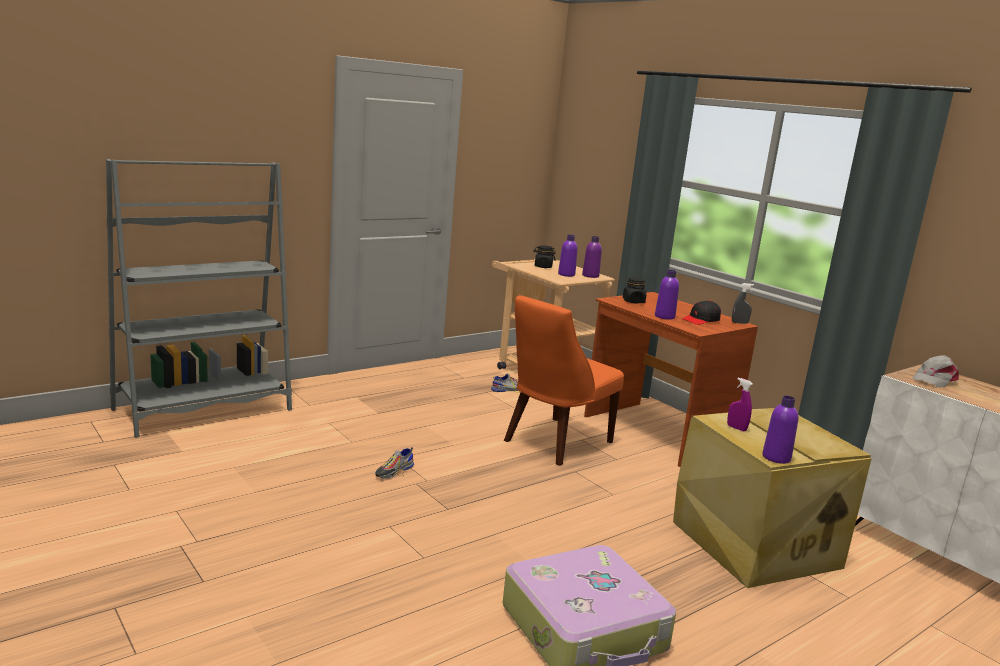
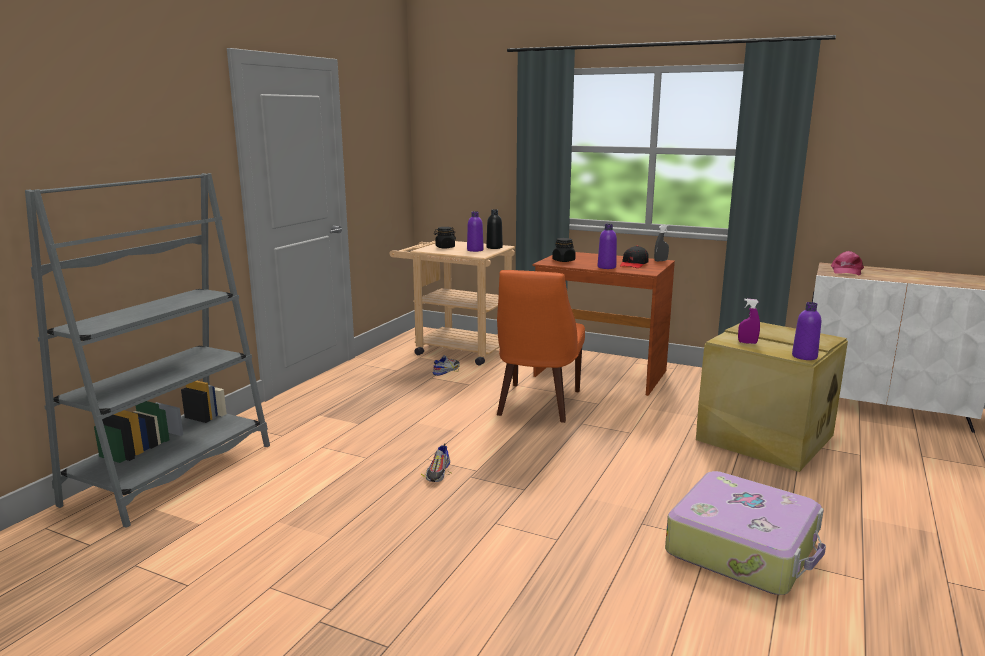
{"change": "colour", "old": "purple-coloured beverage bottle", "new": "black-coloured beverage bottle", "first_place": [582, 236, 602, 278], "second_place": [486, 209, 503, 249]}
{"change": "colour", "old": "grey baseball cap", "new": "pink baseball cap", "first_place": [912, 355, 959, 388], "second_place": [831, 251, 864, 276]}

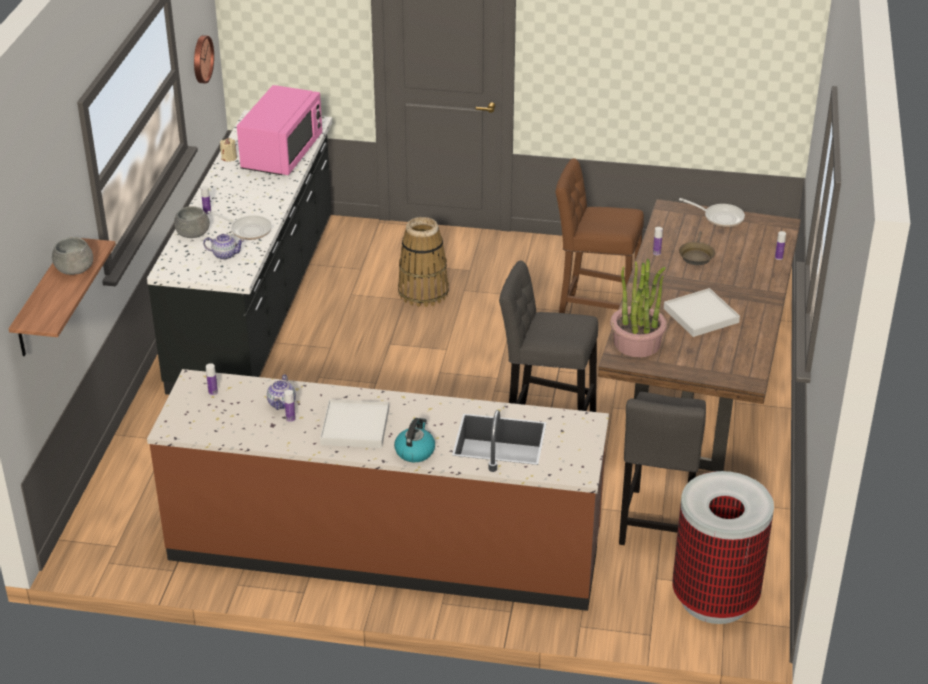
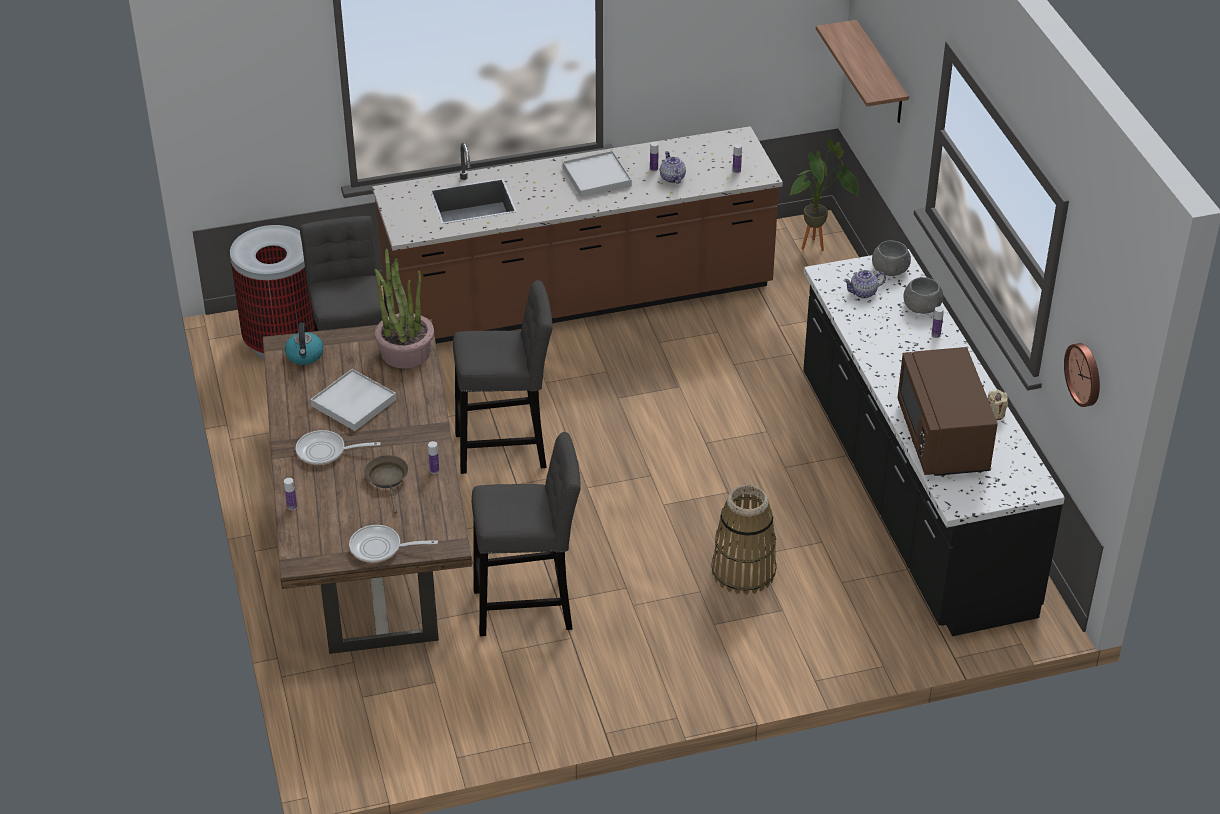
{"change": "relocated", "old": "grey bowl", "first_place": [52, 237, 93, 275], "second_place": [872, 240, 911, 276]}
{"change": "relocated", "old": "pan", "first_place": [207, 211, 272, 240], "second_place": [296, 430, 380, 465]}
{"change": "colour", "old": "pink microwave oven", "new": "brown-coloured microwave oven", "first_place": [237, 85, 322, 175], "second_place": [897, 347, 998, 476]}
{"change": "relocated", "old": "kettle", "first_place": [394, 418, 435, 462], "second_place": [285, 323, 324, 365]}
{"change": "colour", "old": "brown-coloured stool seat", "new": "grey stool seat", "first_place": [556, 158, 644, 313], "second_place": [472, 432, 581, 636]}
{"change": "appeared", "new": "potted plant", "second_place": [790, 139, 859, 251]}

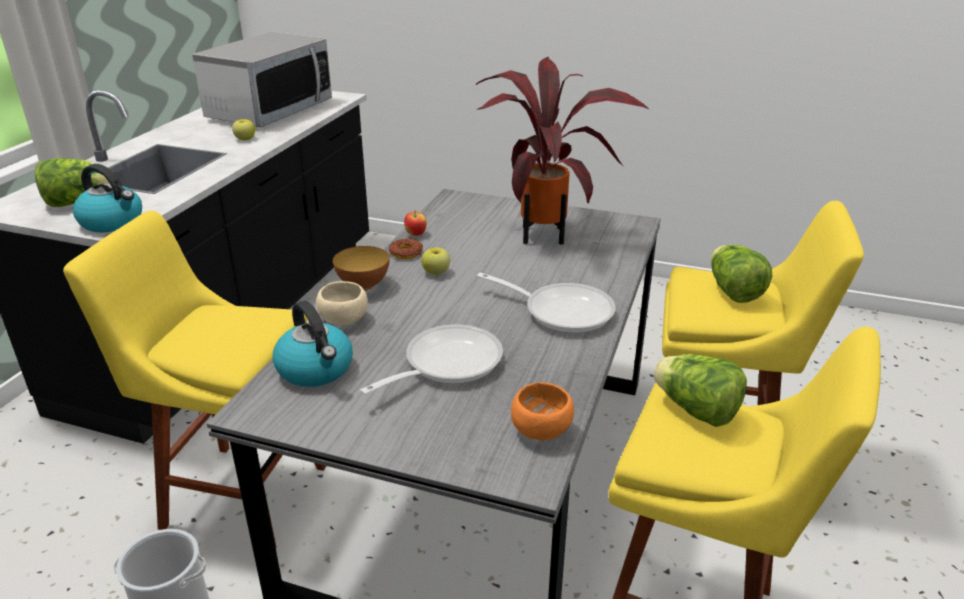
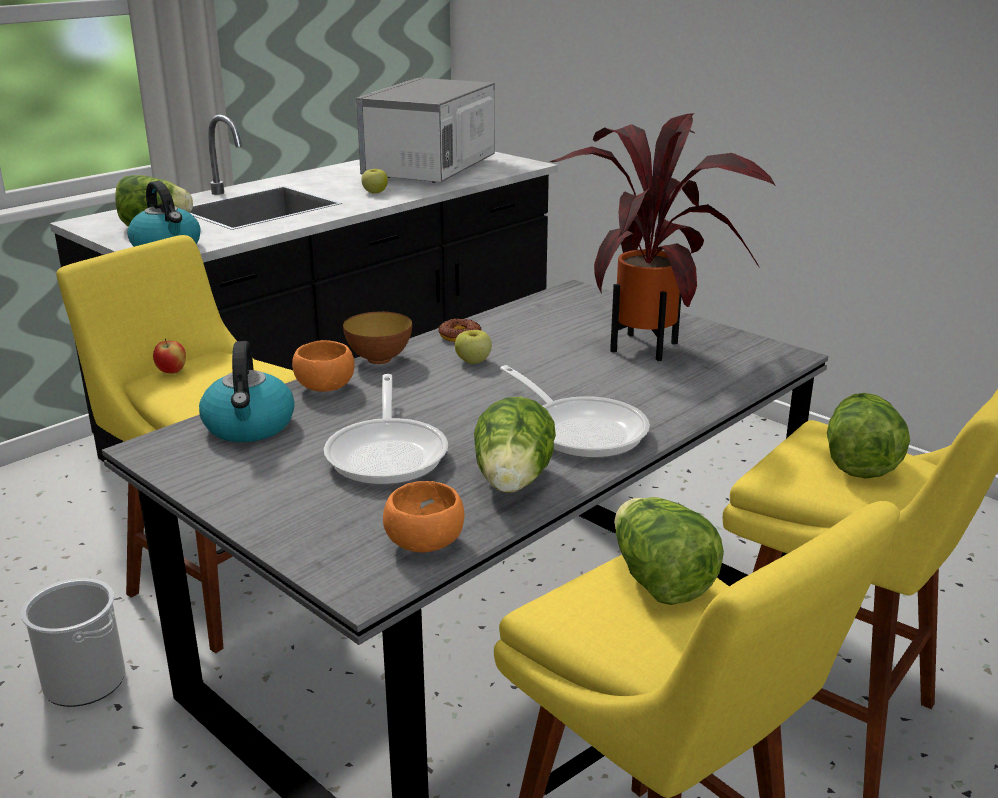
{"change": "spun", "old": "microwave oven", "first_place": [192, 32, 332, 127], "second_place": [356, 78, 495, 183], "degrees": 150}
{"change": "colour", "old": "beige bowl", "new": "orange-coloured bowl", "first_place": [316, 281, 368, 325], "second_place": [292, 340, 355, 392]}
{"change": "spun", "old": "pan", "first_place": [360, 324, 503, 395], "second_place": [324, 374, 448, 485], "degrees": 105}
{"change": "relocated", "old": "apple fruit", "first_place": [404, 210, 427, 236], "second_place": [153, 338, 186, 374]}
{"change": "appeared", "new": "lettuce head", "second_place": [474, 397, 556, 493]}

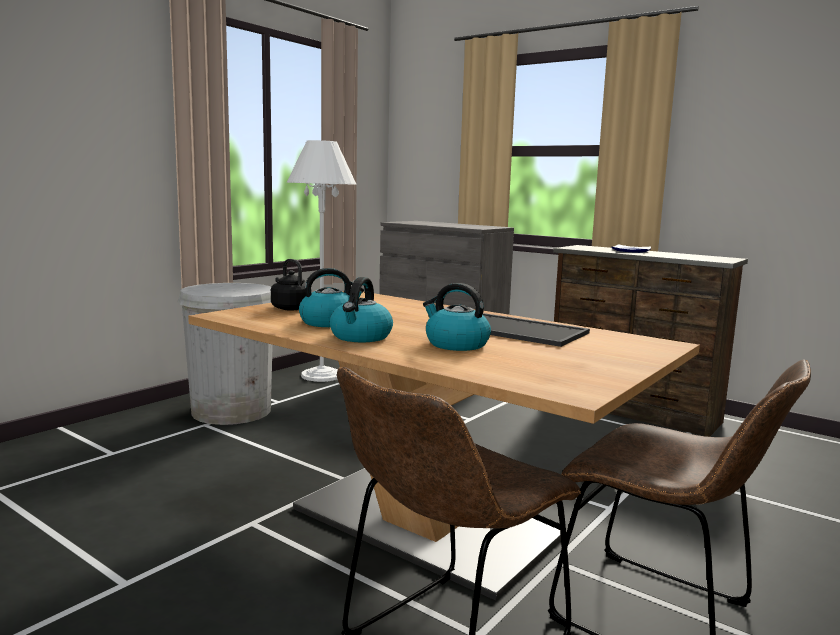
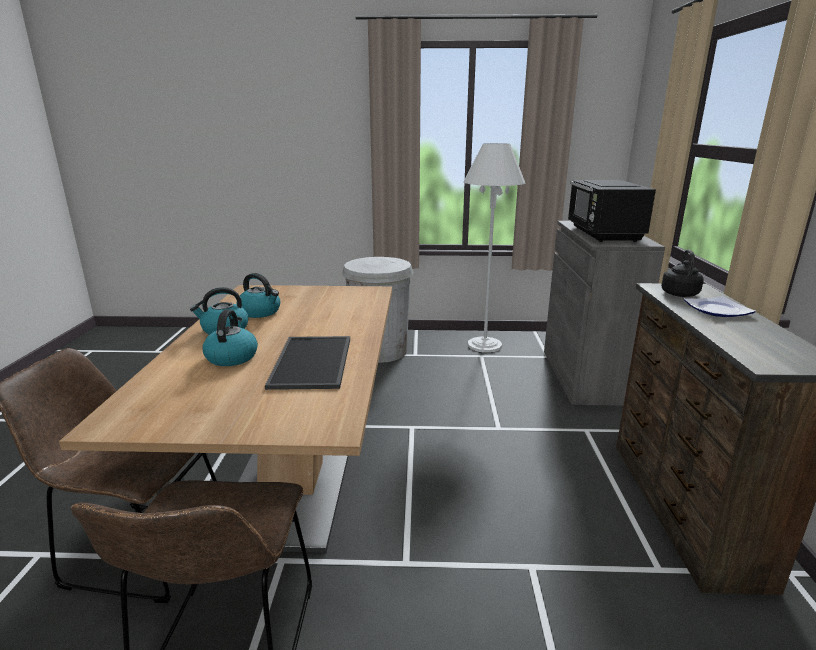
{"change": "relocated", "old": "black-coloured kettle", "first_place": [271, 259, 306, 311], "second_place": [661, 249, 704, 297]}
{"change": "appeared", "new": "black-coloured microwave oven", "second_place": [568, 180, 656, 242]}

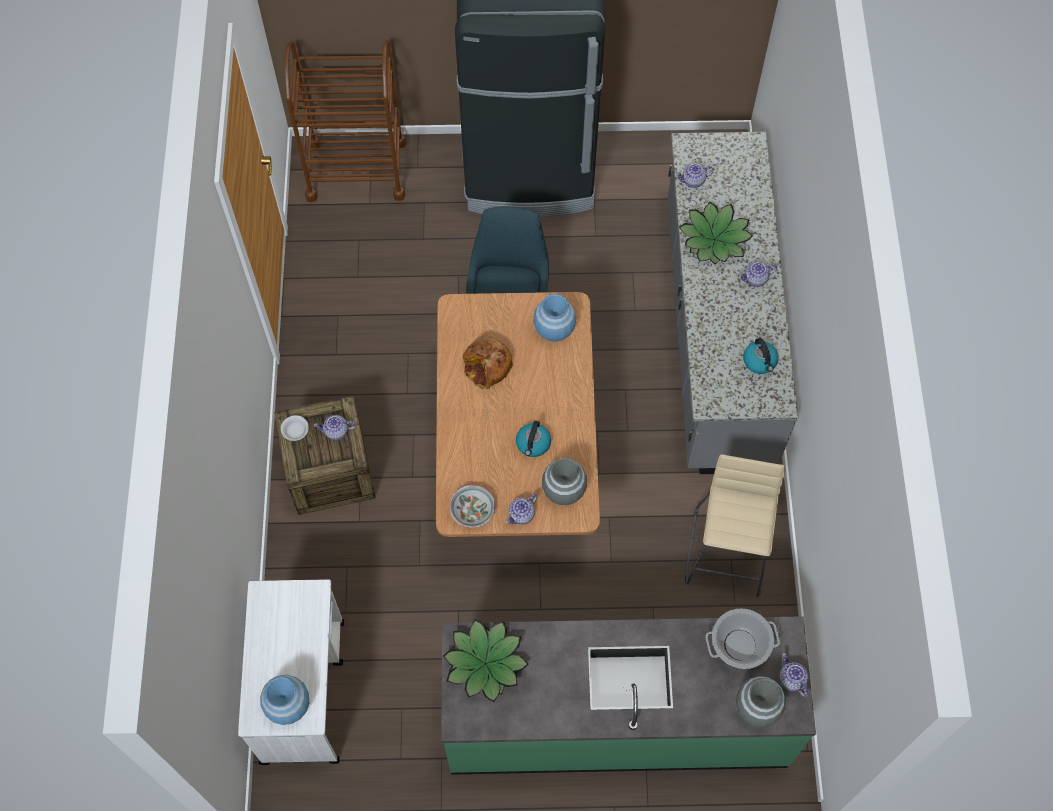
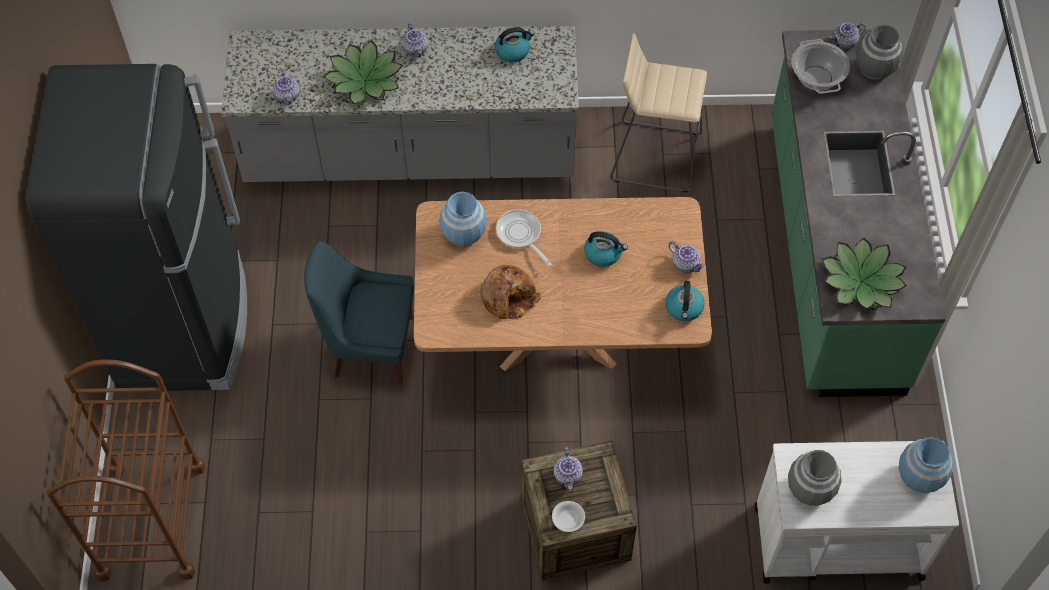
{"change": "exchanged", "old": "bowl", "new": "kettle", "first_place": [449, 485, 495, 528], "second_place": [665, 281, 704, 321]}
{"change": "relocated", "old": "grey vase", "first_place": [542, 458, 587, 505], "second_place": [788, 450, 842, 506]}
{"change": "appeared", "new": "pan", "second_place": [496, 209, 552, 267]}

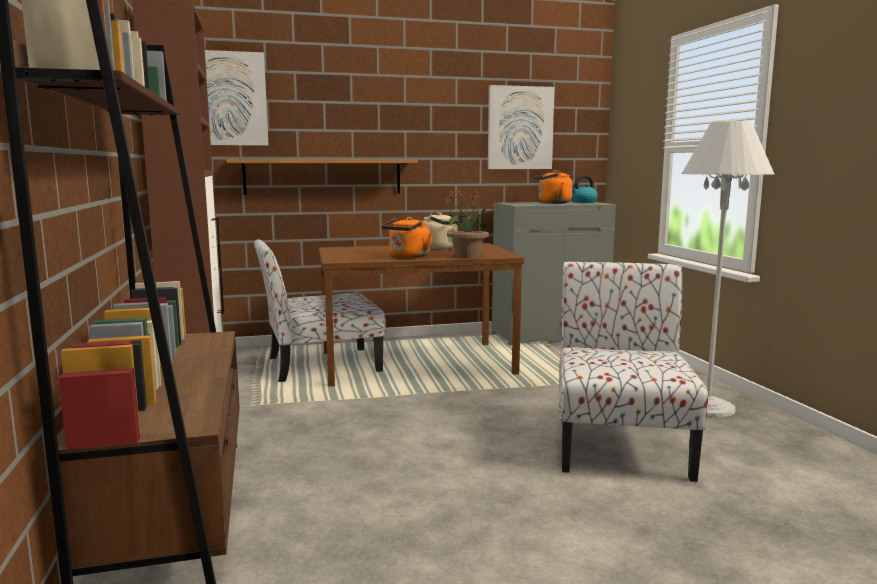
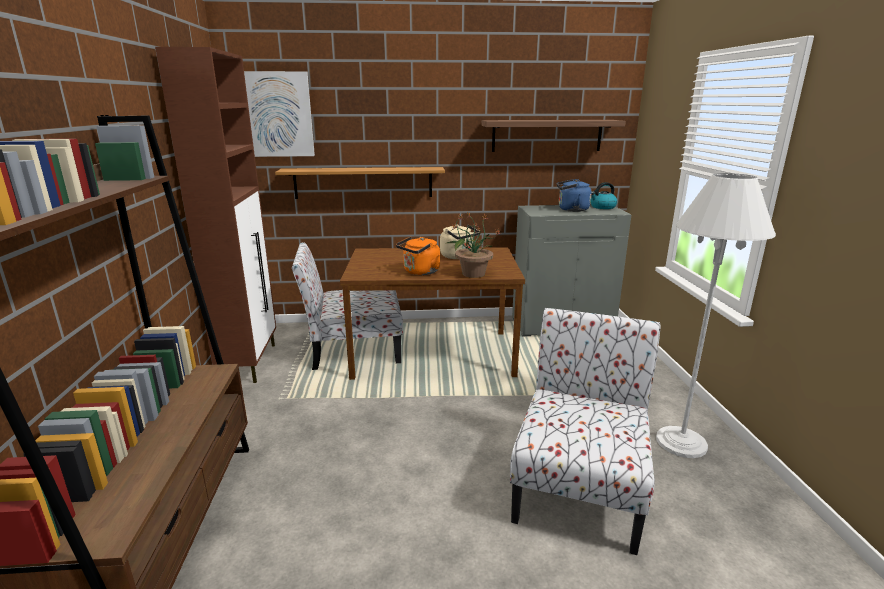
{"change": "exchanged", "old": "wall picture", "new": "shelf", "first_place": [488, 85, 555, 169], "second_place": [482, 120, 626, 152]}
{"change": "colour", "old": "orange-coloured kettle", "new": "blue kettle", "first_place": [534, 170, 573, 204], "second_place": [557, 179, 591, 212]}

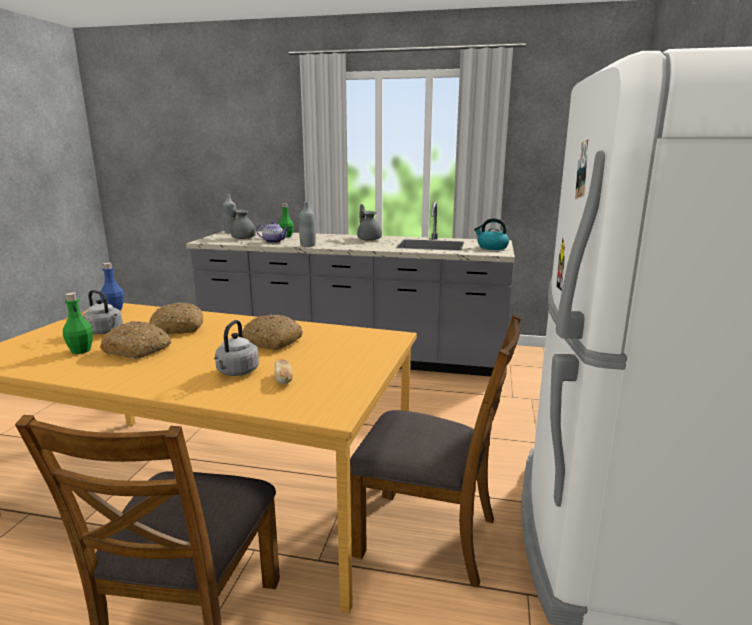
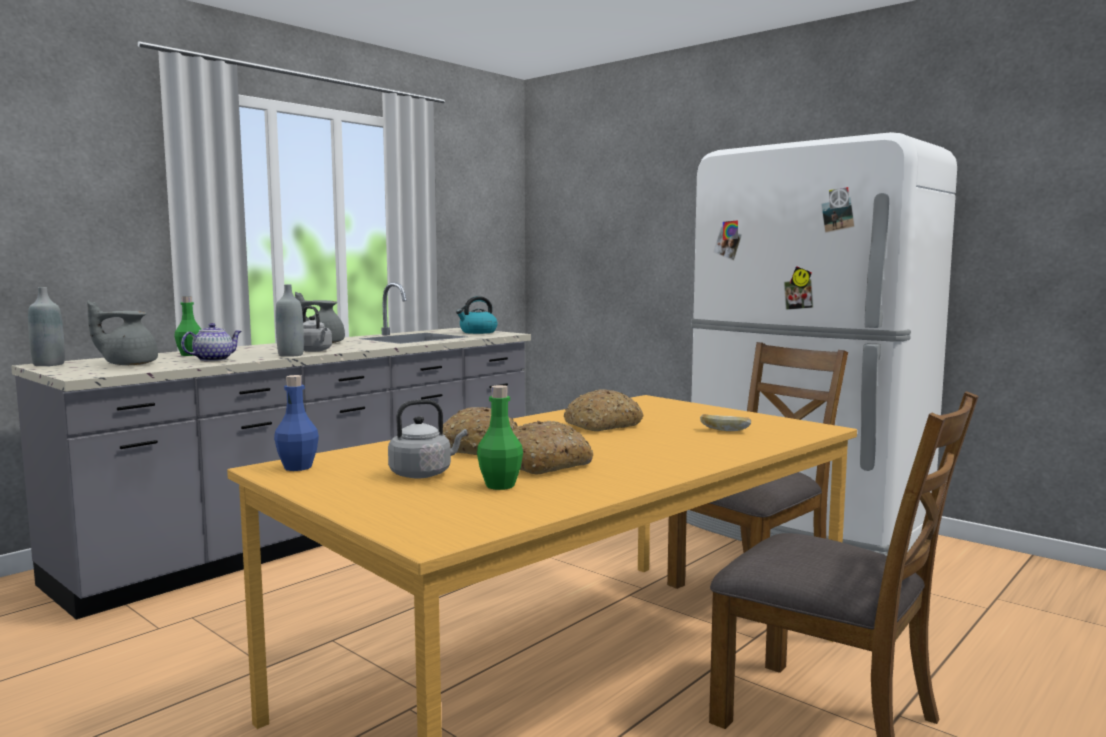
{"change": "relocated", "old": "grey kettle", "first_place": [214, 320, 259, 376], "second_place": [303, 306, 332, 352]}

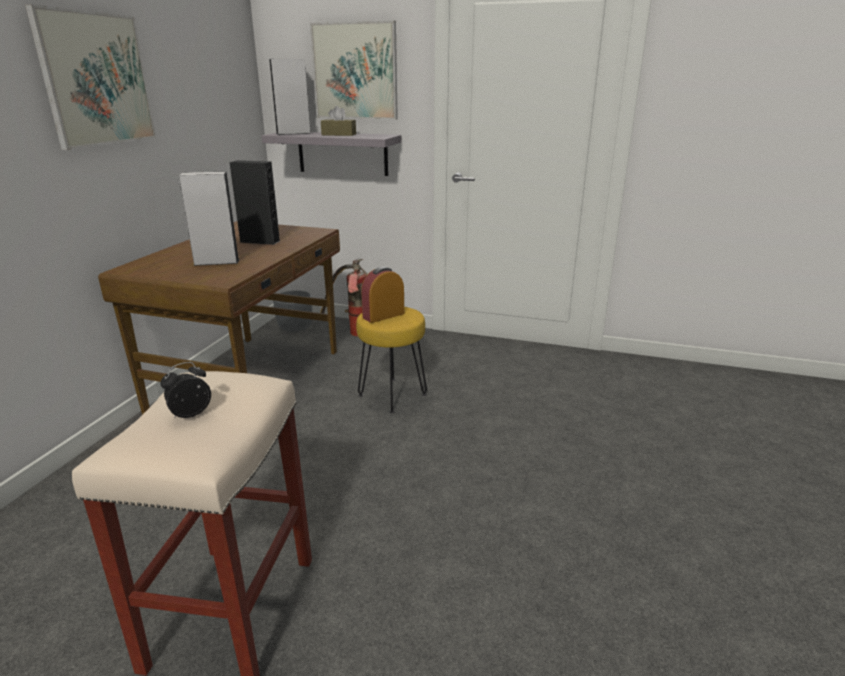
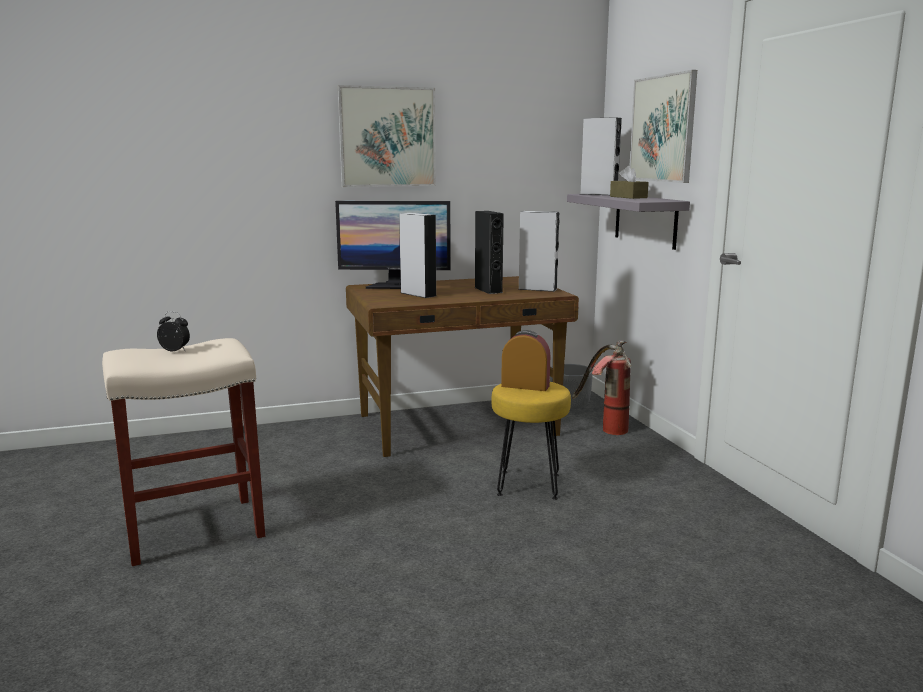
{"change": "appeared", "new": "computer display", "second_place": [335, 201, 451, 289]}
{"change": "appeared", "new": "grey audio speaker", "second_place": [518, 211, 559, 292]}

